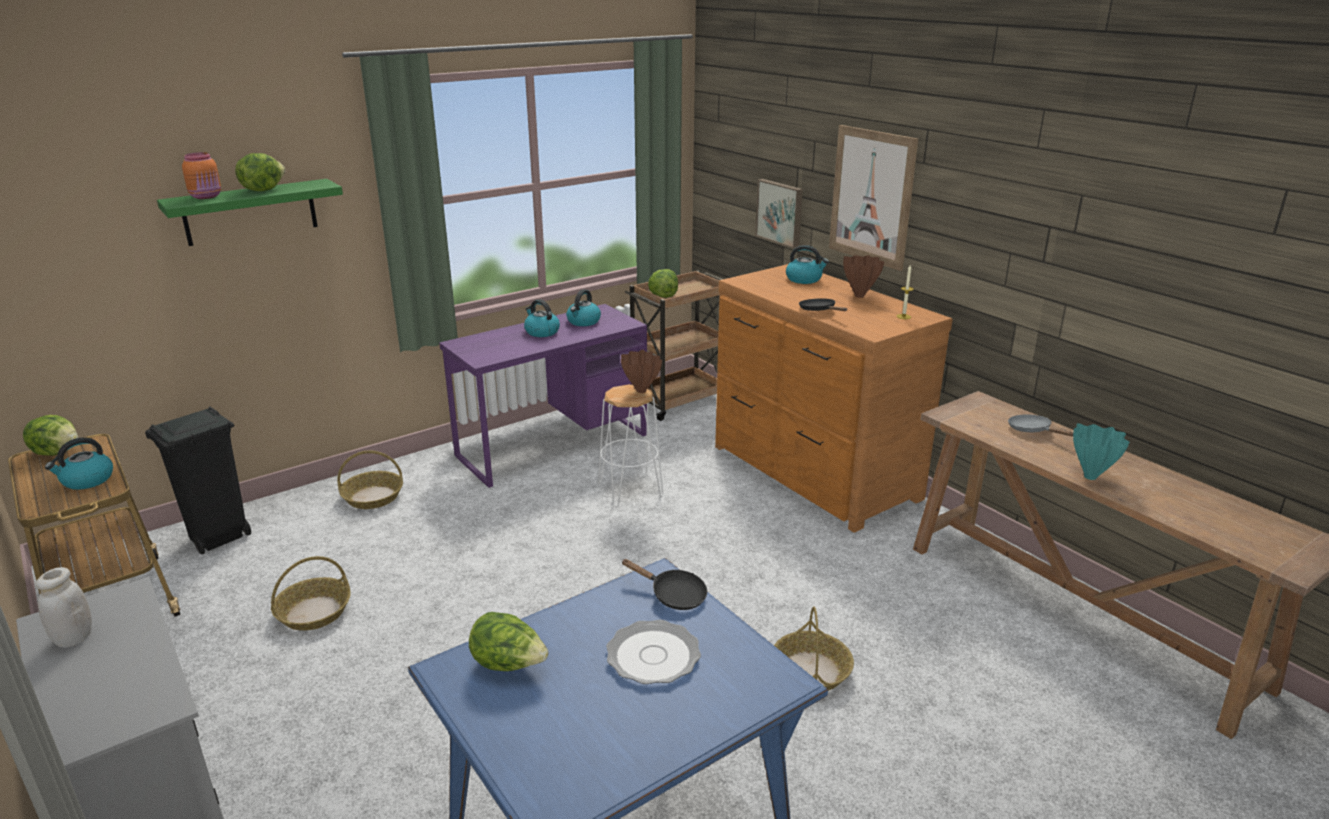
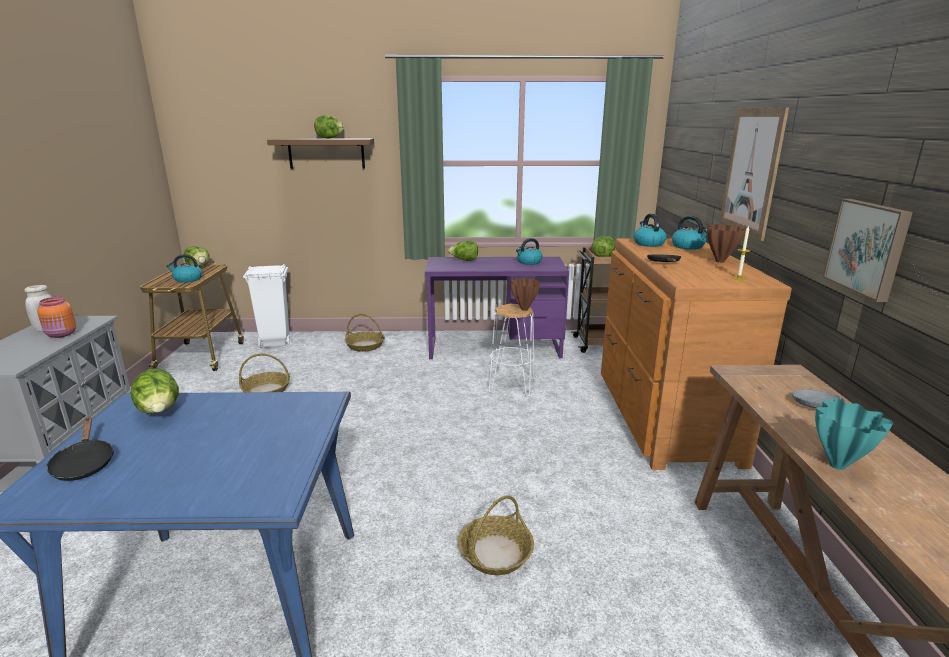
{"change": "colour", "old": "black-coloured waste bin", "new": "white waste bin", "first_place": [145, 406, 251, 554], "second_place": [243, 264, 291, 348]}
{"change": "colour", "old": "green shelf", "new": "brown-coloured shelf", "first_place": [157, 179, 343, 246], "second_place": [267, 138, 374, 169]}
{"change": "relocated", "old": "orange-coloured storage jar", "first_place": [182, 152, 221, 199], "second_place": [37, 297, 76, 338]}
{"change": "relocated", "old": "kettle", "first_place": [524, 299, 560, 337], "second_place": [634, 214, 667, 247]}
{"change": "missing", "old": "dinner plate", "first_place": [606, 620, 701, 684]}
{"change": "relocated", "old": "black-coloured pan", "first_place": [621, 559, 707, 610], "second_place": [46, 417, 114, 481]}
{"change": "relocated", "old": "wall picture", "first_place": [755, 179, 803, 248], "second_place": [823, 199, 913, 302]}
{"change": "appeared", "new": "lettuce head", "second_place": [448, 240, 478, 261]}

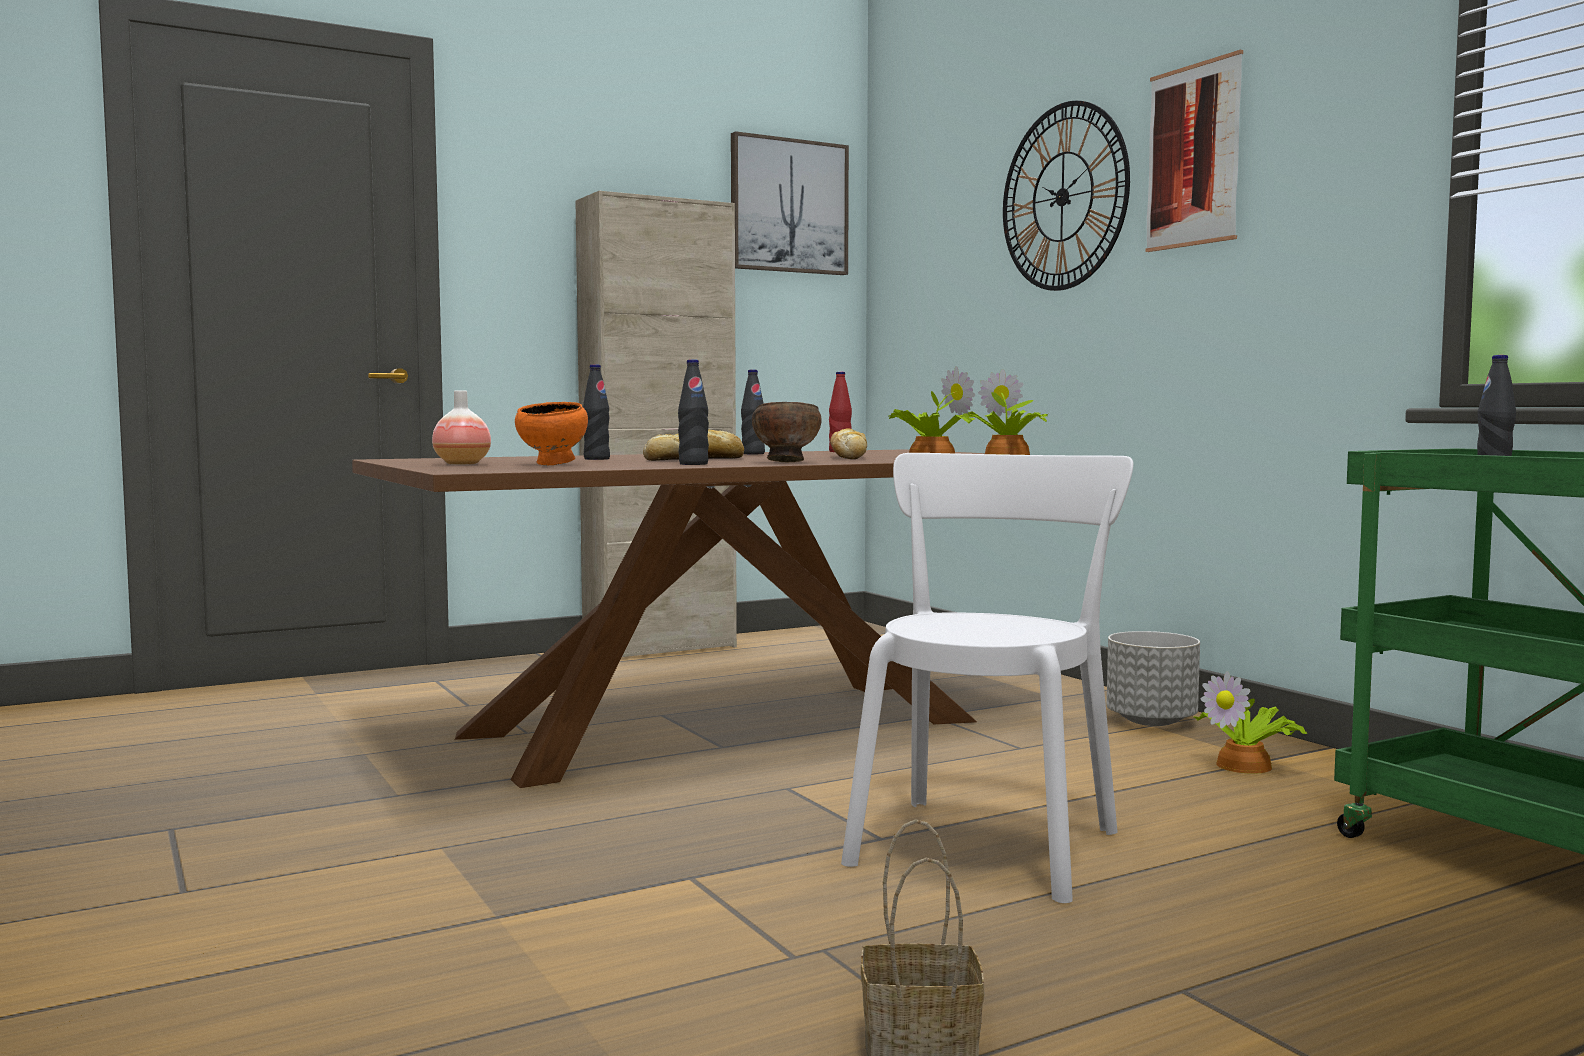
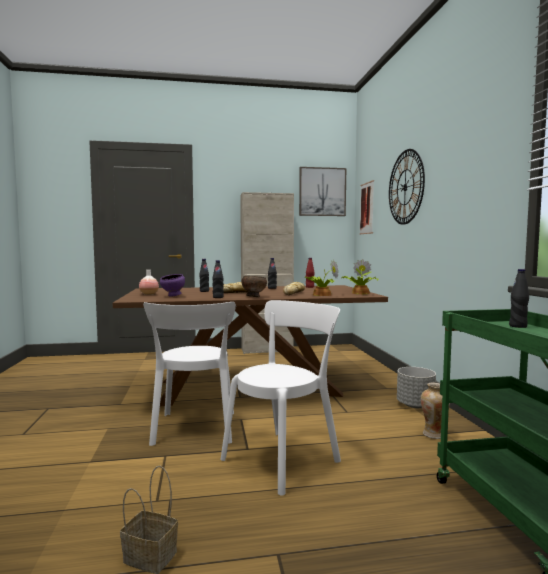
{"change": "colour", "old": "orange-coloured bowl", "new": "purple-coloured bowl", "first_place": [515, 402, 588, 465], "second_place": [160, 274, 185, 297]}
{"change": "relocated", "old": "wall picture", "first_place": [1146, 50, 1243, 252], "second_place": [359, 180, 374, 234]}
{"change": "exchanged", "old": "potted plant", "new": "vase", "first_place": [1194, 671, 1307, 774], "second_place": [421, 383, 450, 439]}
{"change": "appeared", "new": "white plain chair", "second_place": [143, 302, 236, 446]}

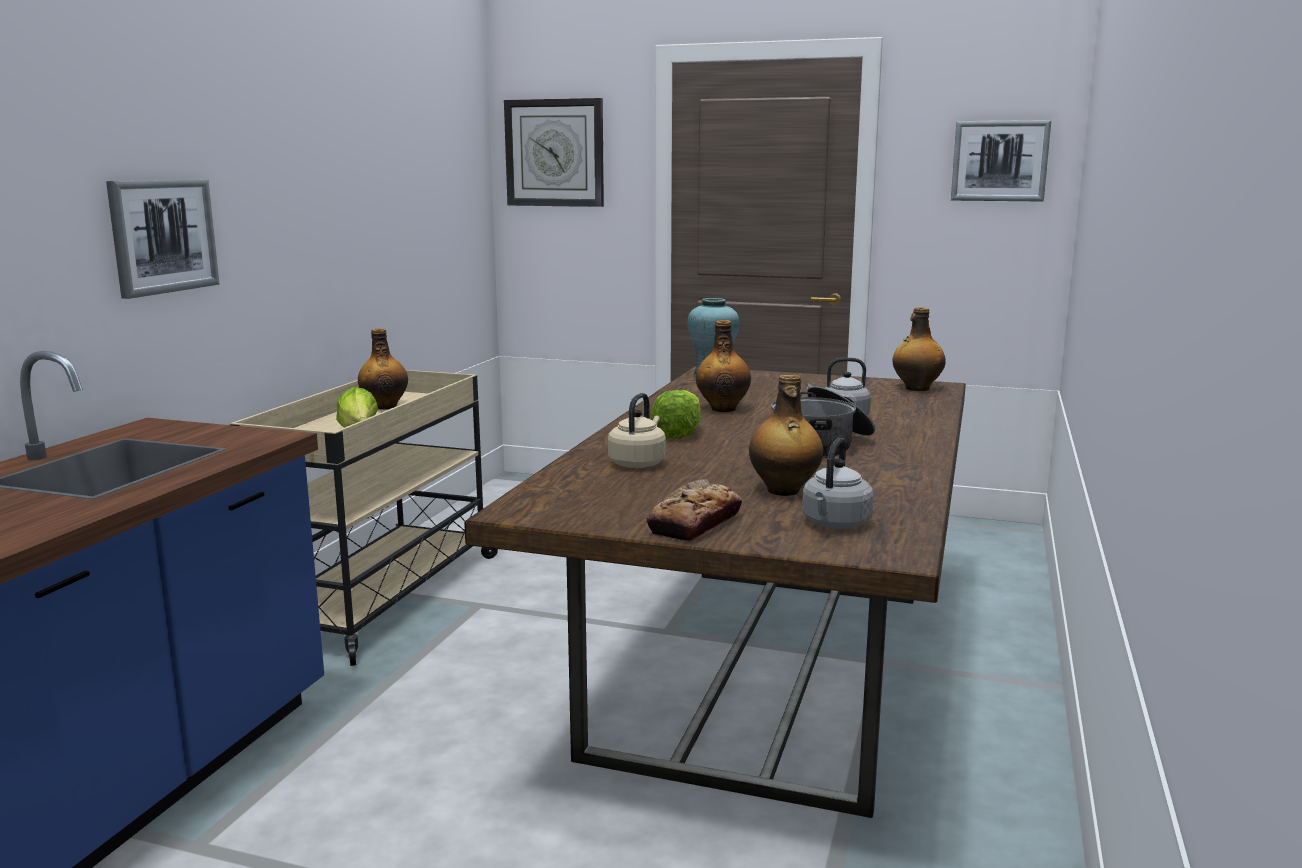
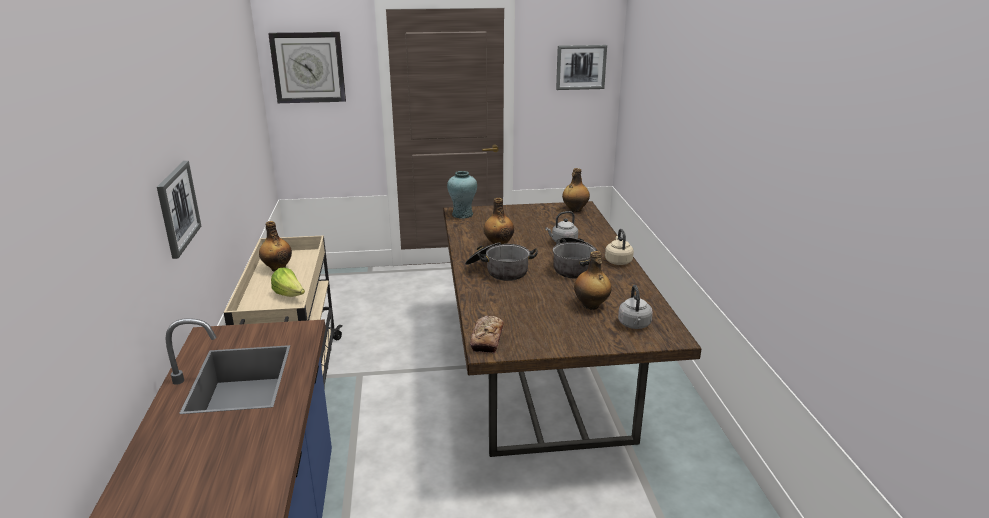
{"change": "relocated", "old": "beige kettle", "first_place": [608, 393, 666, 468], "second_place": [605, 229, 634, 265]}
{"change": "relocated", "old": "bakery bread", "first_place": [647, 479, 742, 542], "second_place": [470, 315, 504, 353]}
{"change": "exchanged", "old": "lettuce head", "new": "saucepot", "first_place": [650, 390, 701, 439], "second_place": [465, 243, 538, 281]}

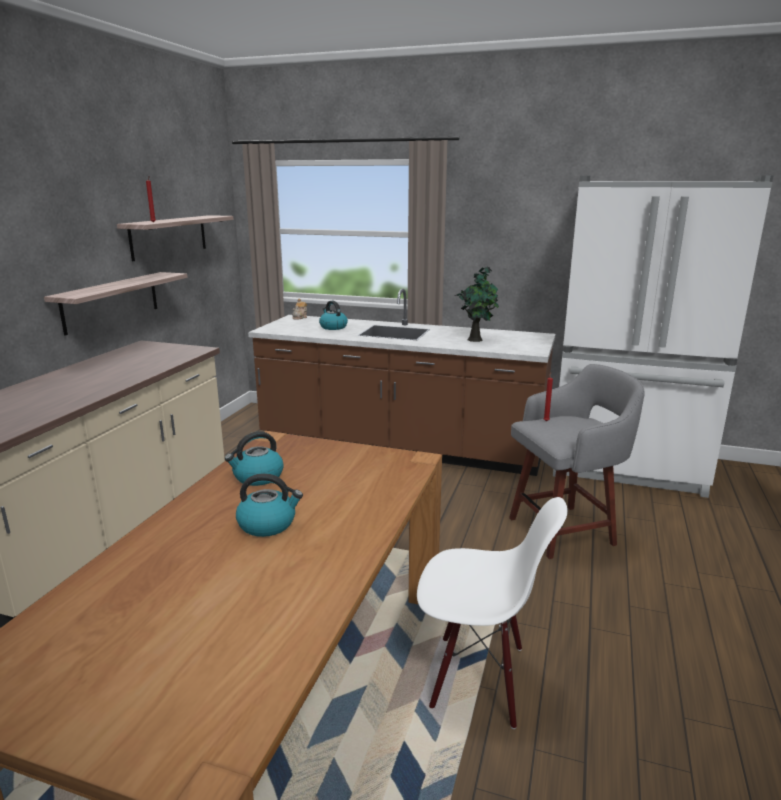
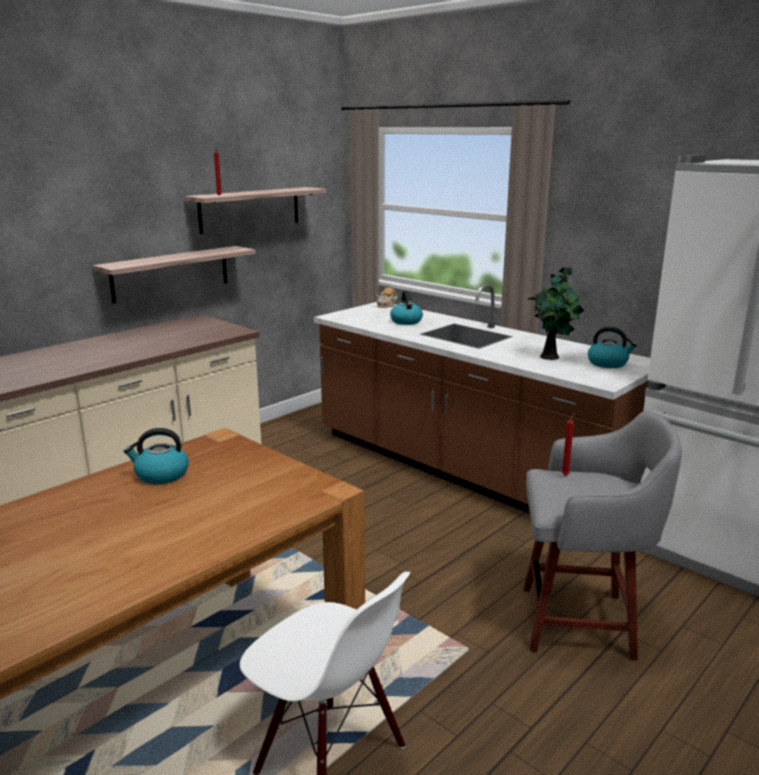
{"change": "relocated", "old": "kettle", "first_place": [236, 473, 303, 537], "second_place": [588, 327, 637, 368]}

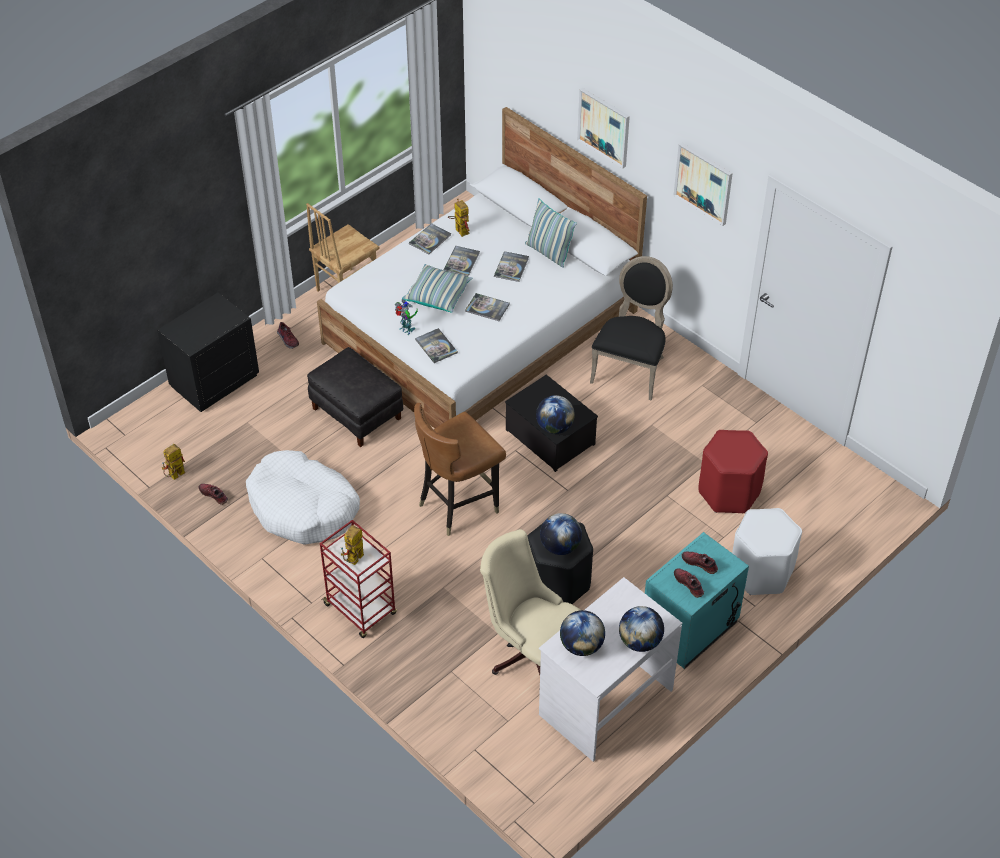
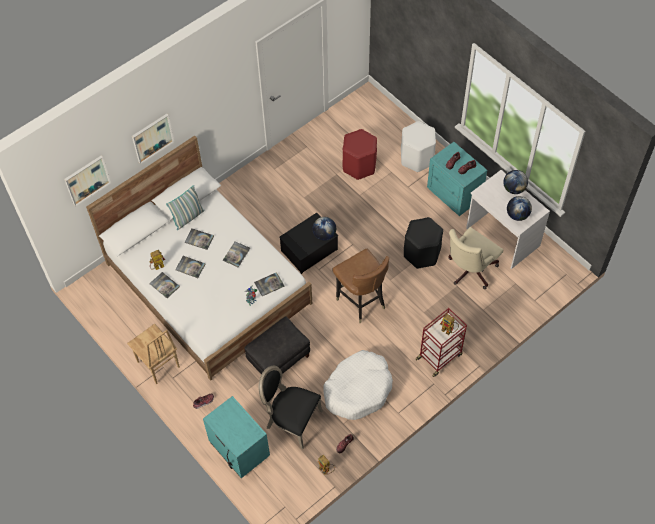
{"change": "colour", "old": "black-coloured bedside table", "new": "turquoise-coloured bedside table", "first_place": [157, 293, 259, 412], "second_place": [203, 396, 270, 478]}
{"change": "missing", "old": "cushion", "first_place": [402, 264, 472, 313]}
{"change": "missing", "old": "desk globe", "first_place": [540, 513, 582, 555]}
{"change": "relocated", "old": "black-coloured plain chair", "first_place": [590, 256, 673, 400], "second_place": [258, 366, 323, 449]}
{"change": "relocated", "old": "wall picture", "first_place": [674, 143, 733, 226], "second_place": [64, 155, 111, 206]}

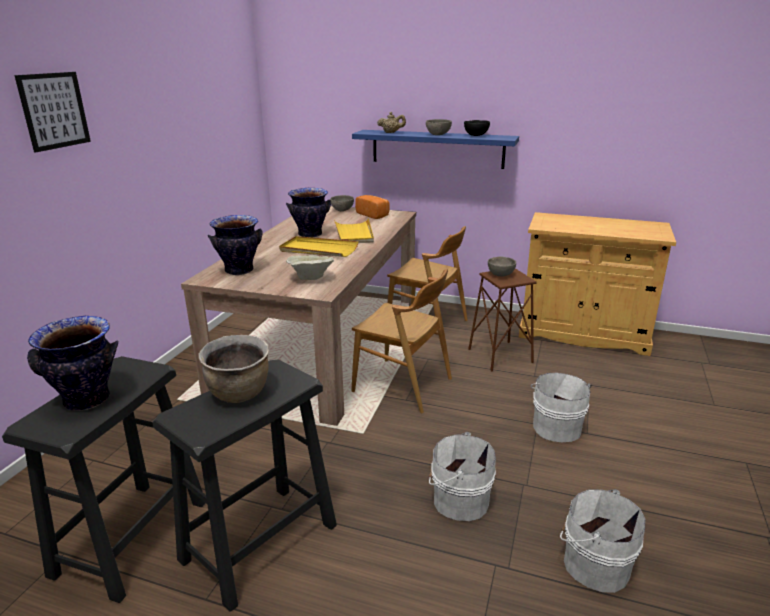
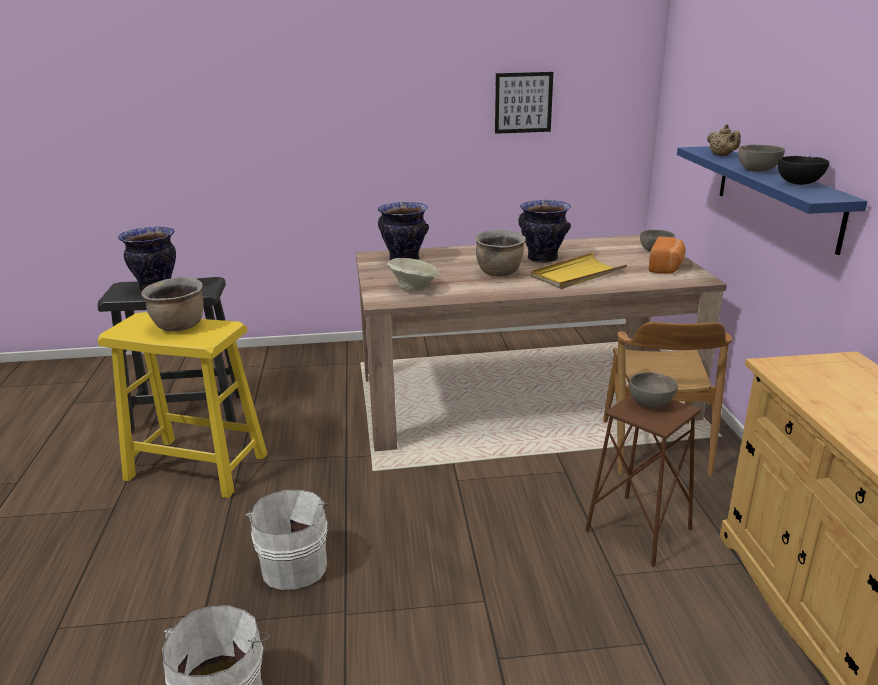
{"change": "relocated", "old": "wall picture", "first_place": [14, 72, 91, 152], "second_place": [495, 72, 553, 134]}
{"change": "colour", "old": "black-coloured stool seat", "new": "yellow-coloured stool seat", "first_place": [152, 360, 337, 612], "second_place": [98, 312, 267, 498]}
{"change": "exchanged", "old": "yellow-coloured tray", "new": "brown-coloured saucepot", "first_place": [279, 236, 359, 257], "second_place": [475, 230, 526, 276]}
{"change": "missing", "old": "brown-coloured plain chair", "first_place": [351, 269, 452, 413]}
{"change": "missing", "old": "white bucket", "first_place": [531, 373, 592, 442]}

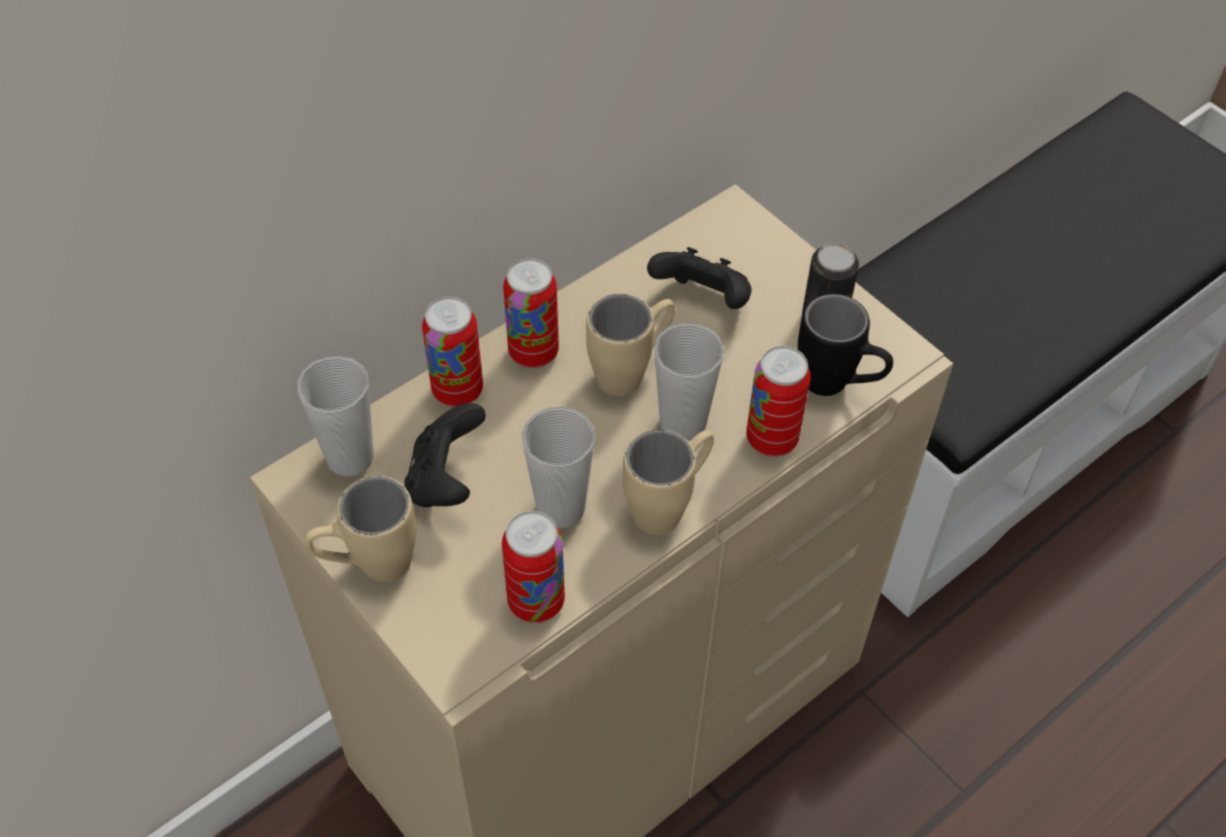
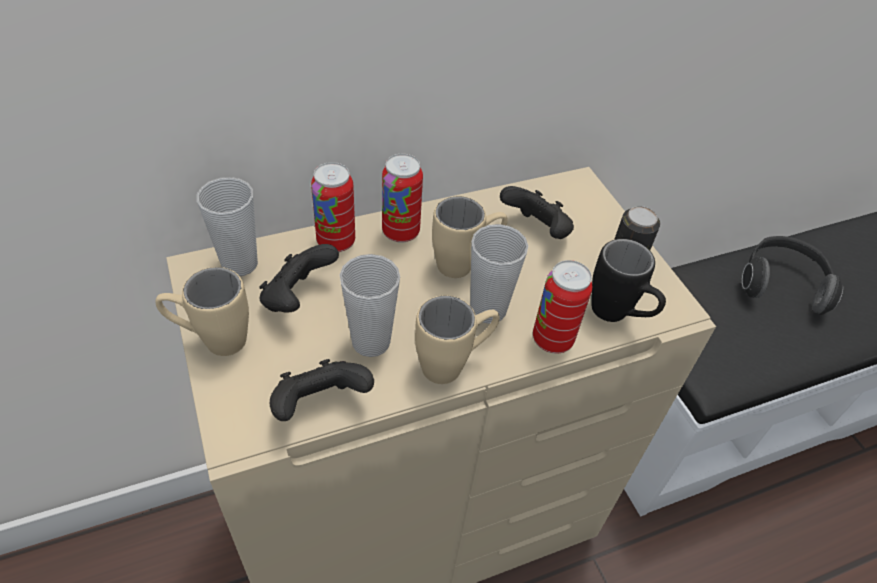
{"change": "exchanged", "old": "metal can", "new": "black-coloured gamepad", "first_place": [502, 511, 565, 623], "second_place": [270, 359, 374, 421]}
{"change": "appeared", "new": "headphones", "second_place": [742, 236, 843, 315]}

